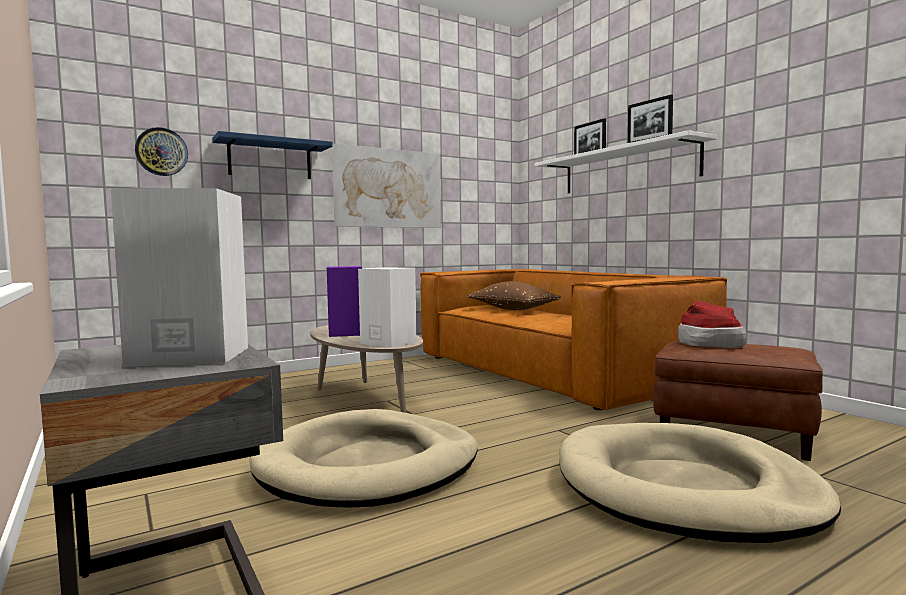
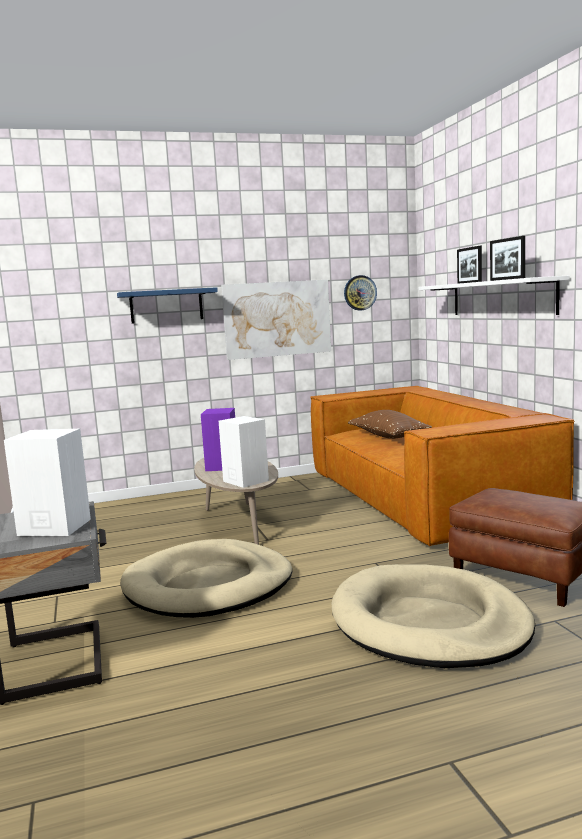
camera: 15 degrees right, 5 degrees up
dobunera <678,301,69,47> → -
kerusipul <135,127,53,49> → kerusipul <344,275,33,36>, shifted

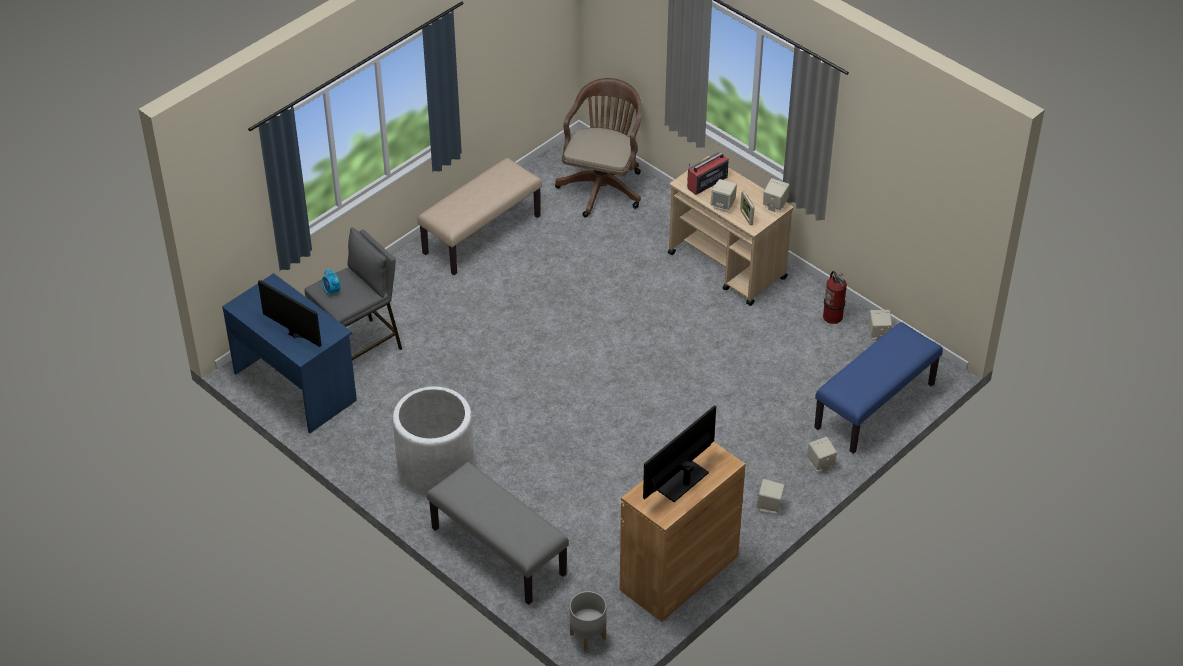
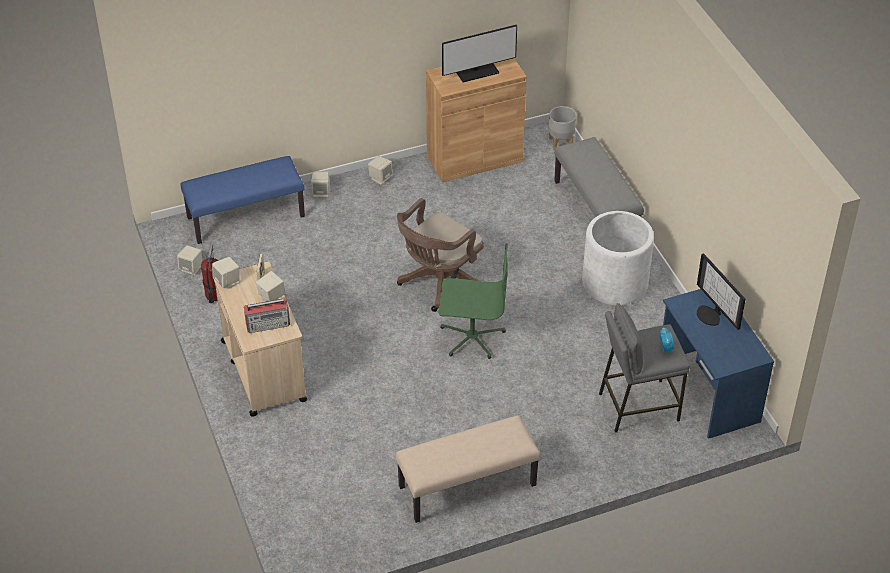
camera: 155 degrees left, 0 degrees up
- → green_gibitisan <439,244,69,115>
brown_gibitisan <555,78,87,139> → brown_gibitisan <397,198,87,114>, shifted

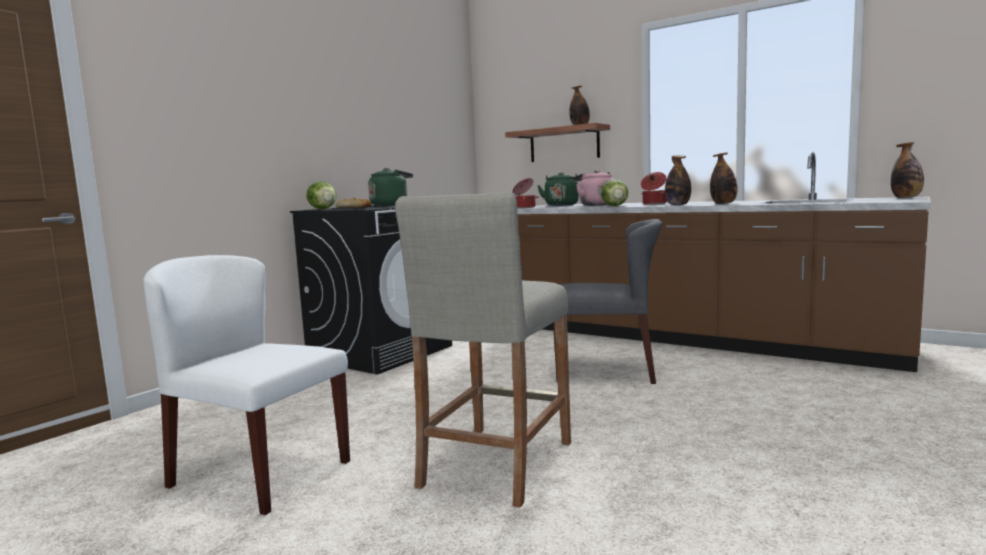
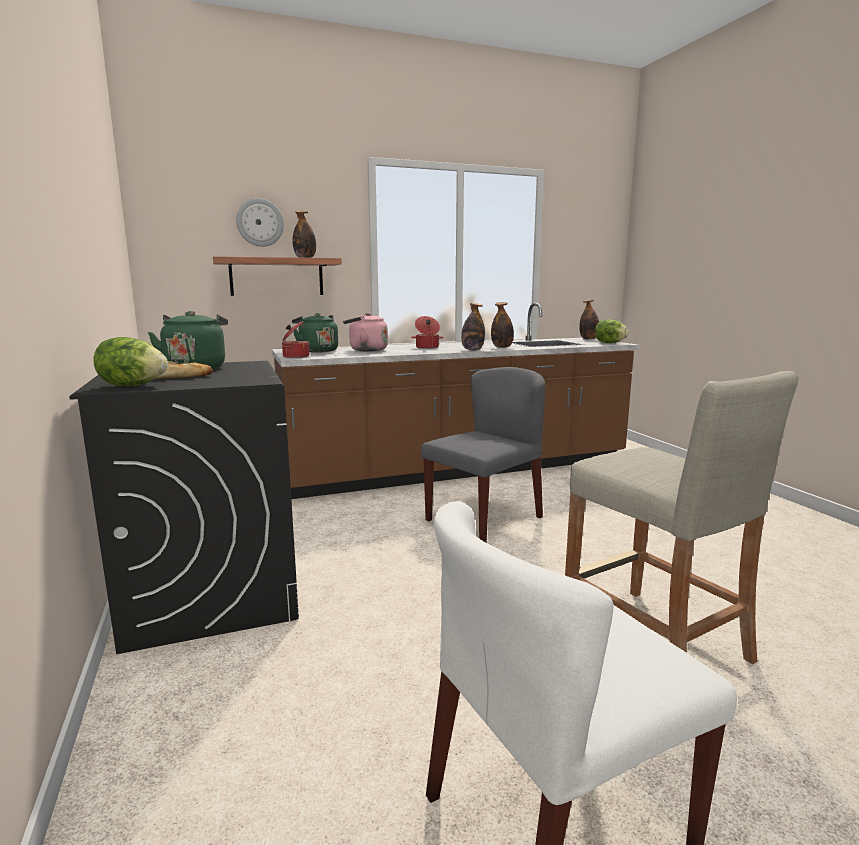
camera: 55 degrees left, 5 degrees up
- → kerusipul <236,198,48,49>
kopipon <601,180,27,26> → kopipon <595,319,34,24>, shifted

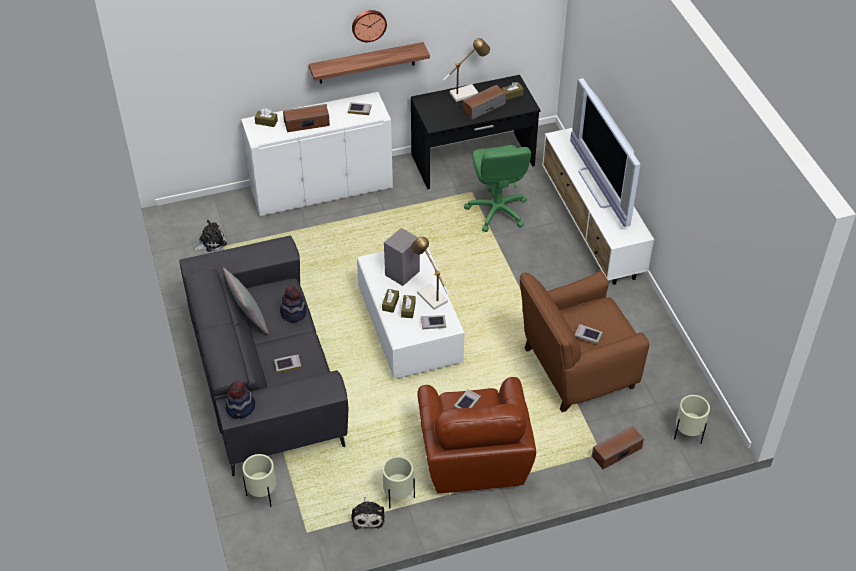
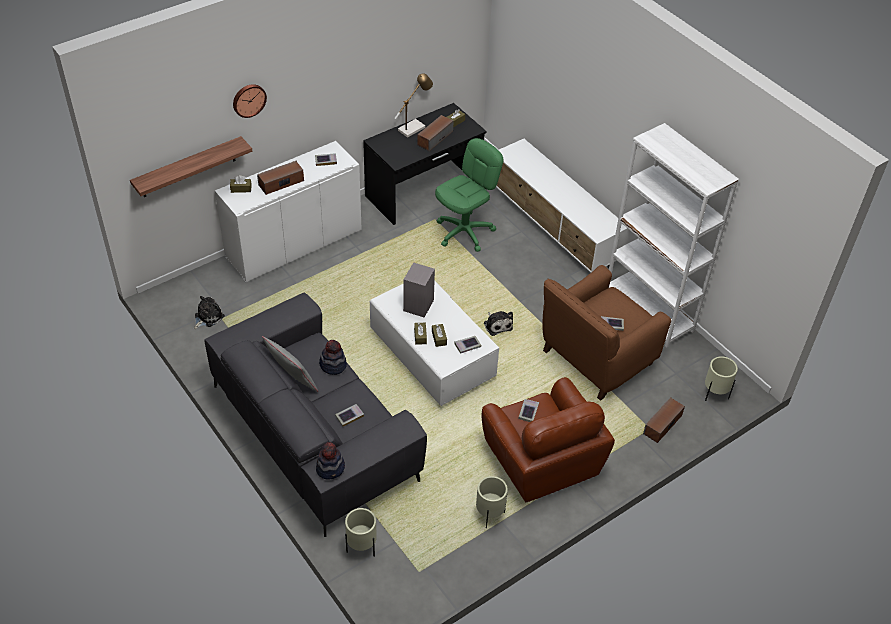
camera: 20 degrees left, 0 degrees up
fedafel <411,237,38,73> → -
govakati <570,78,70,149> → -
- → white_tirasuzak <609,123,130,225>
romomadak <309,42,121,42> → romomadak <130,136,122,61>, shifted
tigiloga <351,497,34,33> → tigiloga <484,311,29,25>, shifted
kerusipul <352,10,35,32> → kerusipul <233,84,34,34>, shifted
green_gibitisan <464,145,67,87> → green_gibitisan <435,138,68,114>, 105 degrees counterclockwise

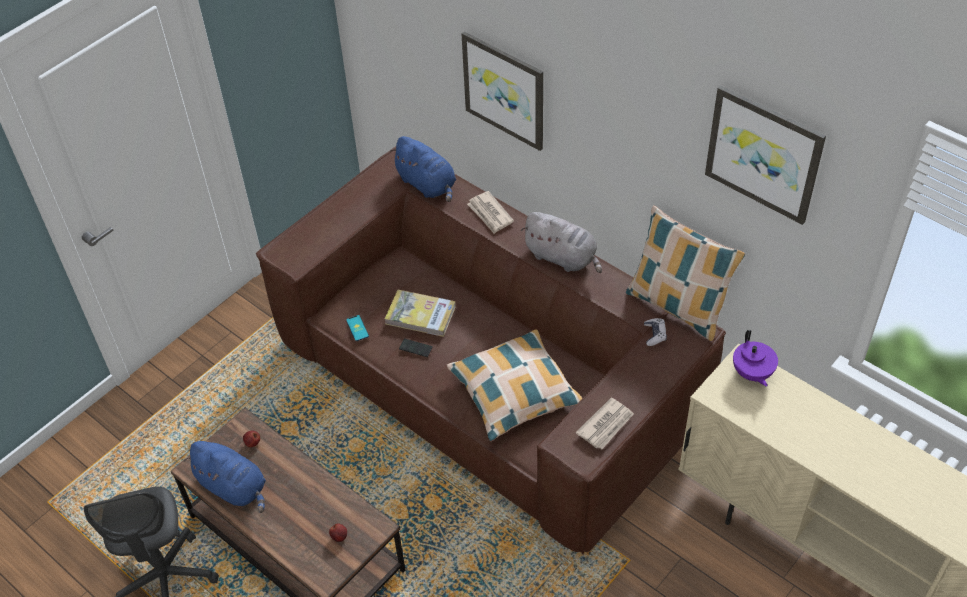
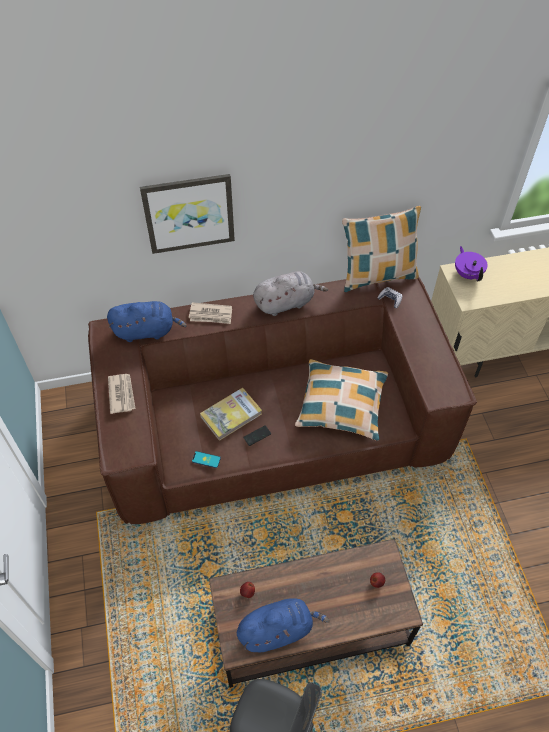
camera: 55 degrees left, 5 degrees up
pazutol <705,86,121,139> → -
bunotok <576,397,58,52> → bunotok <108,374,27,40>, shifted
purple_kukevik <733,330,45,57> → purple_kukevik <455,246,33,35>, 135 degrees counterclockwise

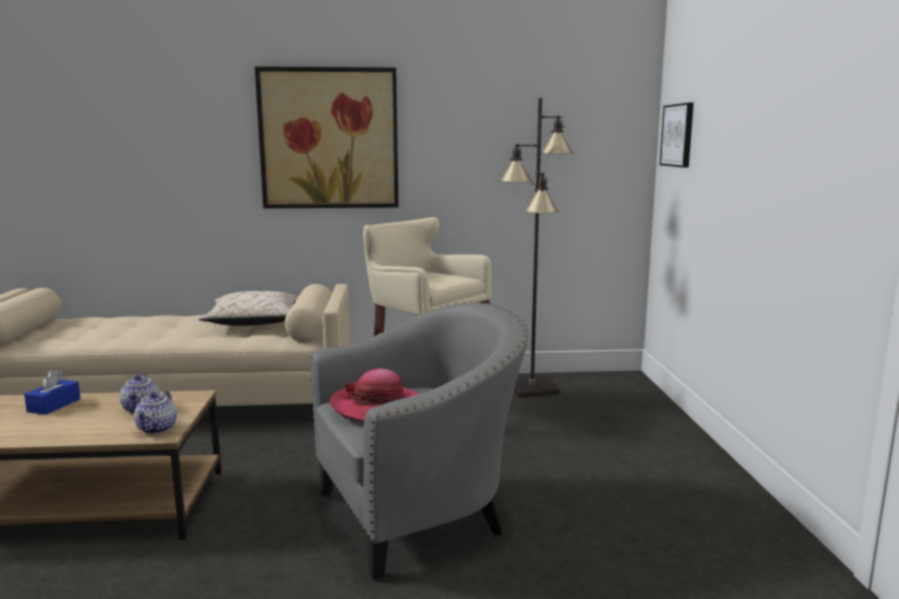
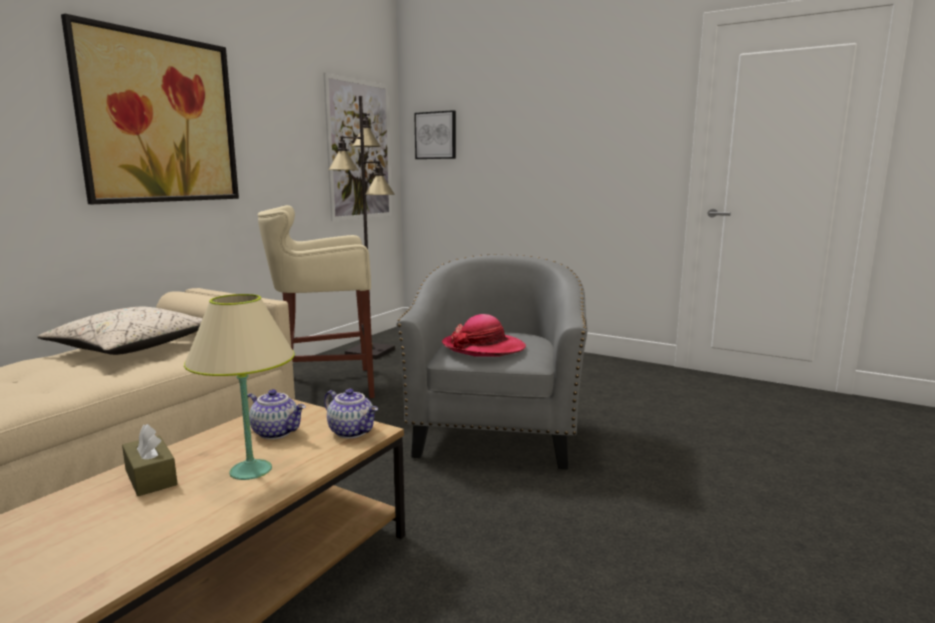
camera: 55 degrees left, 0 degrees up
- → beige_fedafel <184,294,111,186>
- → pazutol <323,73,69,148>
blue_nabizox <24,370,57,45> → brown_nabizox <122,424,55,72>

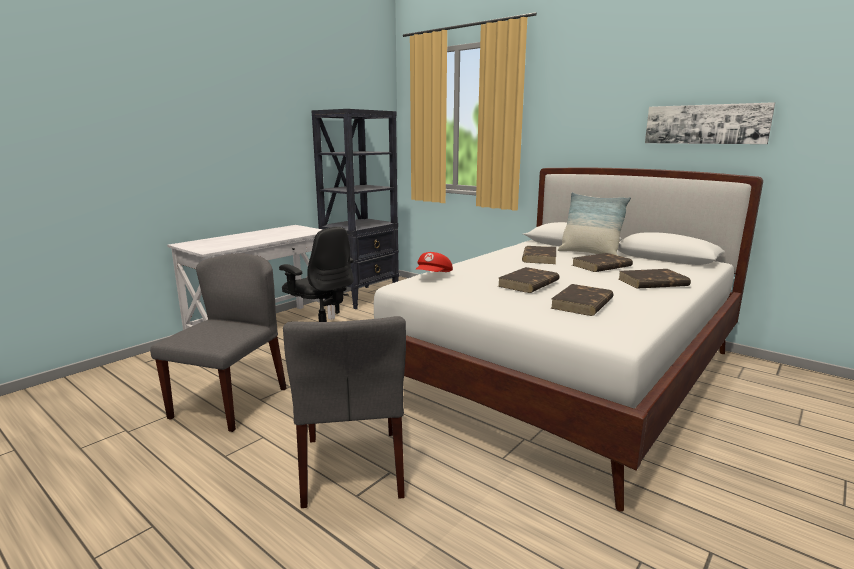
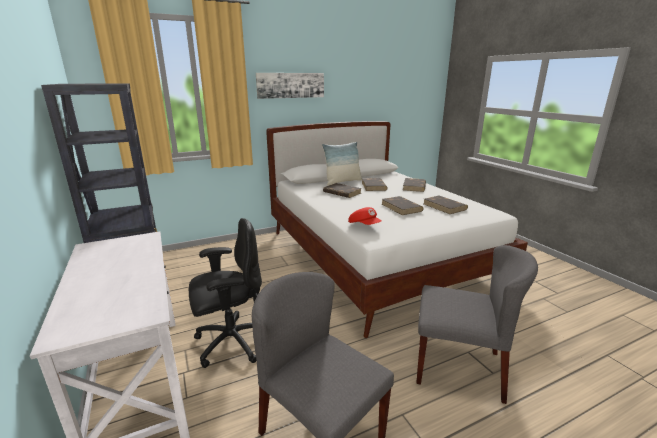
camera: 65 degrees left, 5 degrees up
pazutol <645,102,130,42> → pazutol <256,73,68,26>, shifted

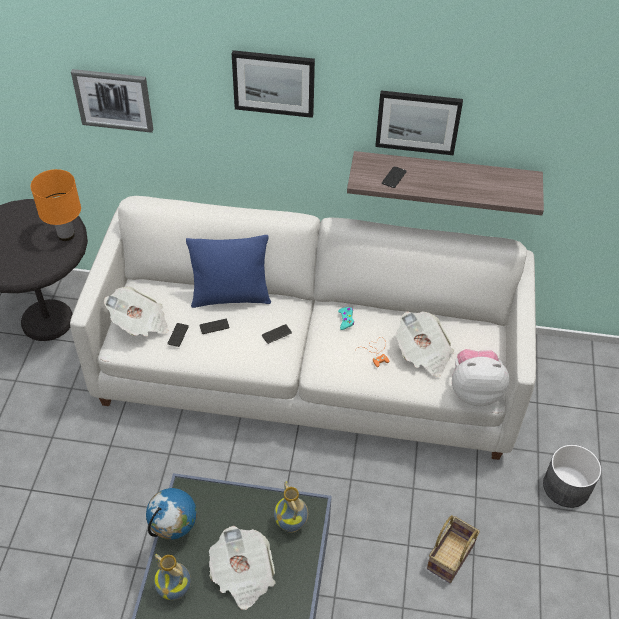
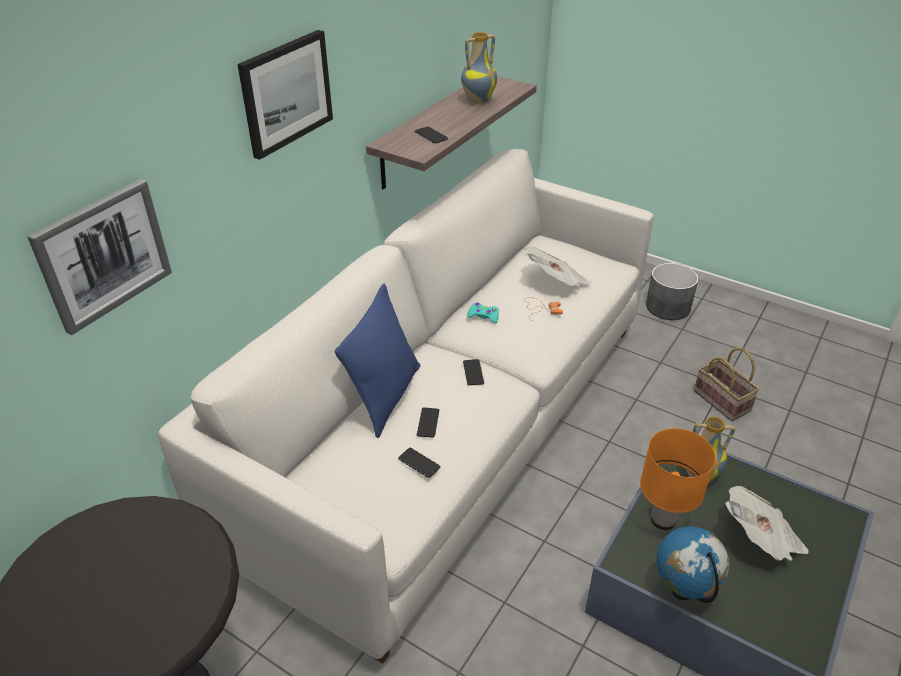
camera: 65 degrees left, 10 degrees down
bunotok <104,287,65,50> → -
pazutol <375,91,88,64> → -
tigiloga <452,349,58,57> → -
orange_fedafel <31,169,50,72> → orange_fedafel <640,428,76,102>, shifted
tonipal <154,554,37,46> → tonipal <461,32,36,72>, shifted

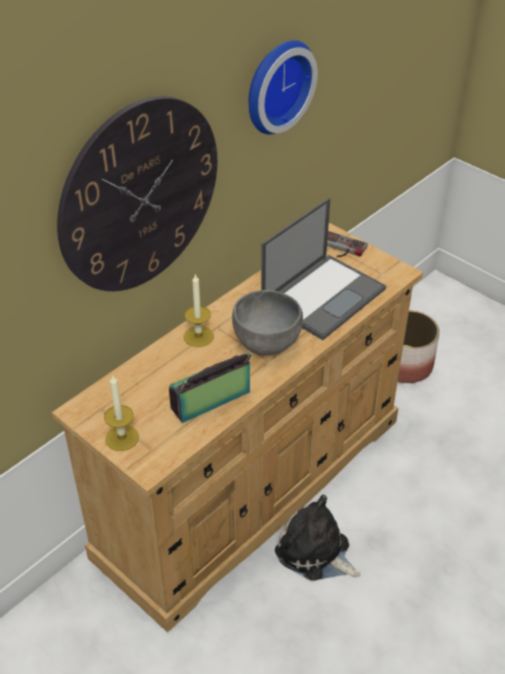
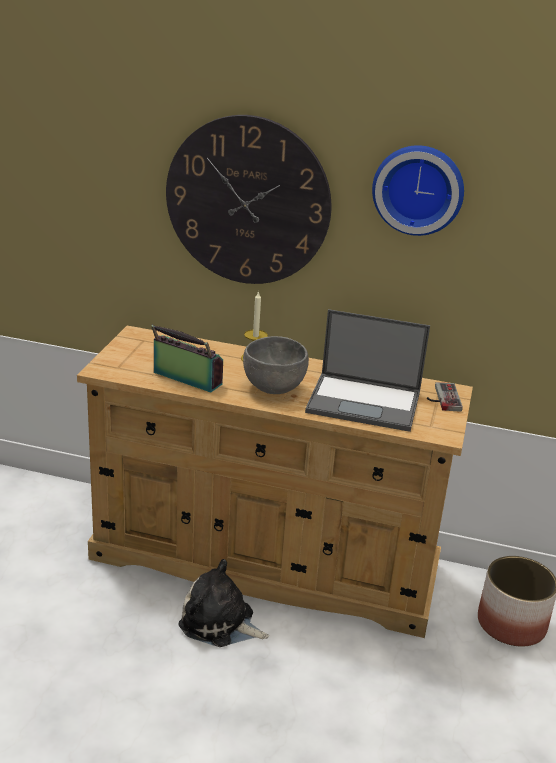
camera: 60 degrees right, 15 degrees down
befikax <104,374,35,77> → -
tigiloga <275,495,86,86> → tigiloga <179,559,90,88>, 75 degrees counterclockwise

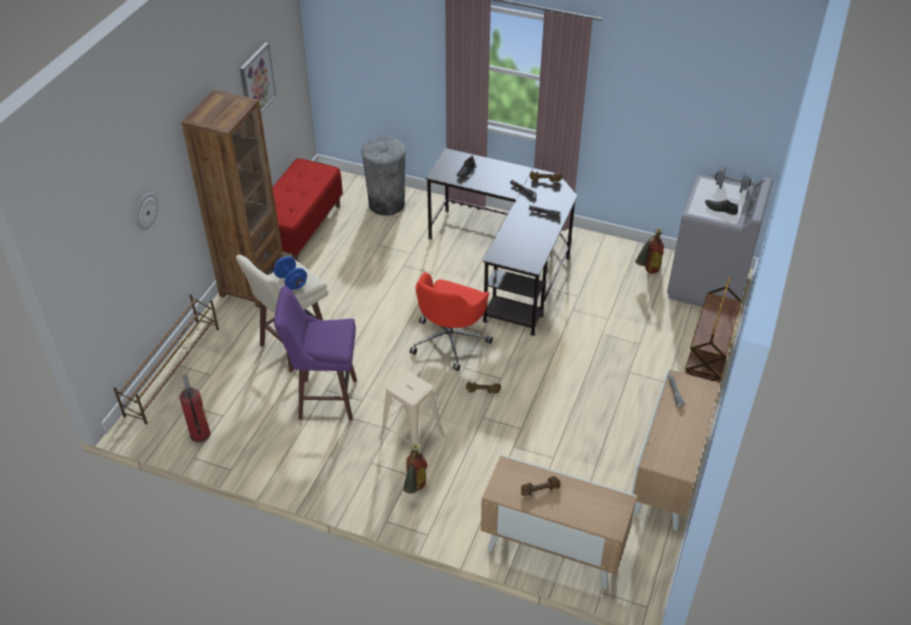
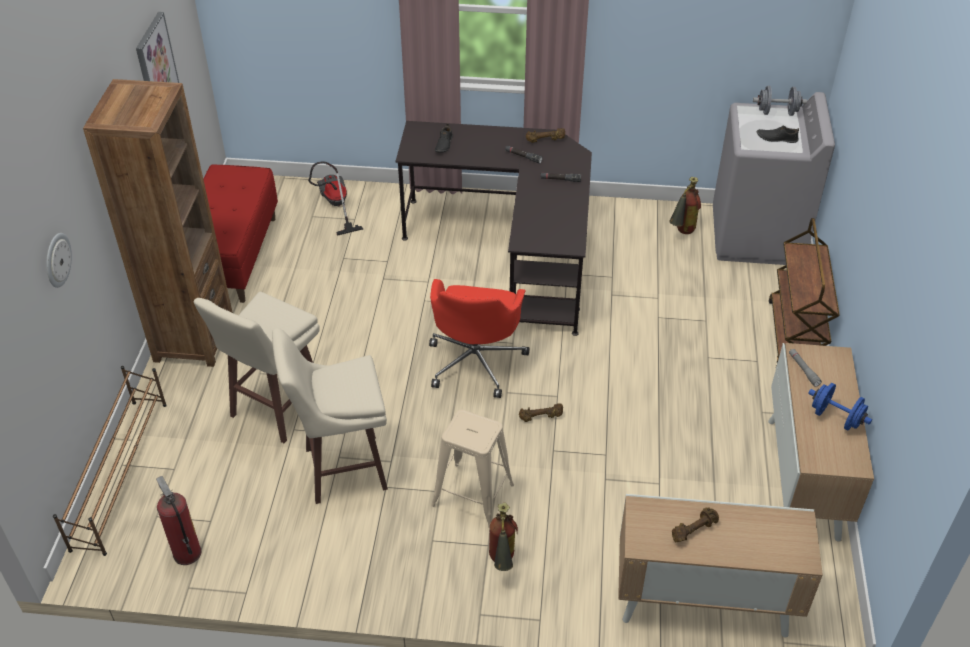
camera: 15 degrees left, 0 degrees up
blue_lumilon <273,256,34,34> → blue_lumilon <808,383,64,47>, shifted
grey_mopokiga <361,137,45,79> → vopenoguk <308,161,55,75>
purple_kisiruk <274,286,83,134> → beige_kisiruk <272,328,116,176>

